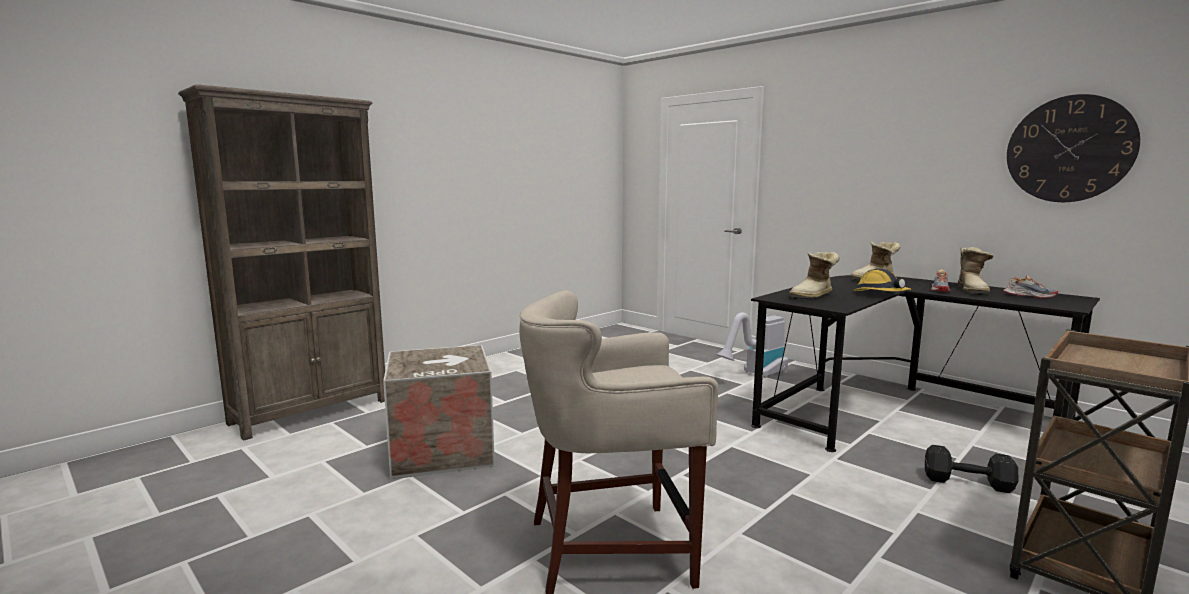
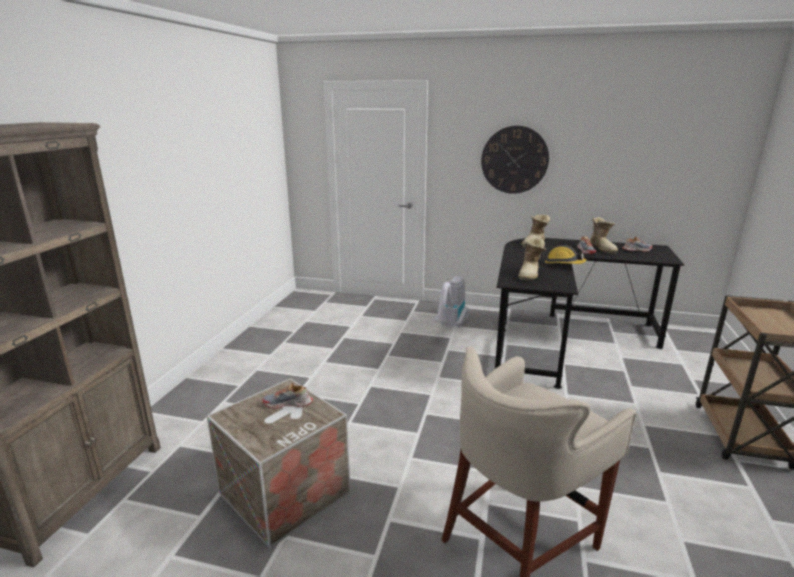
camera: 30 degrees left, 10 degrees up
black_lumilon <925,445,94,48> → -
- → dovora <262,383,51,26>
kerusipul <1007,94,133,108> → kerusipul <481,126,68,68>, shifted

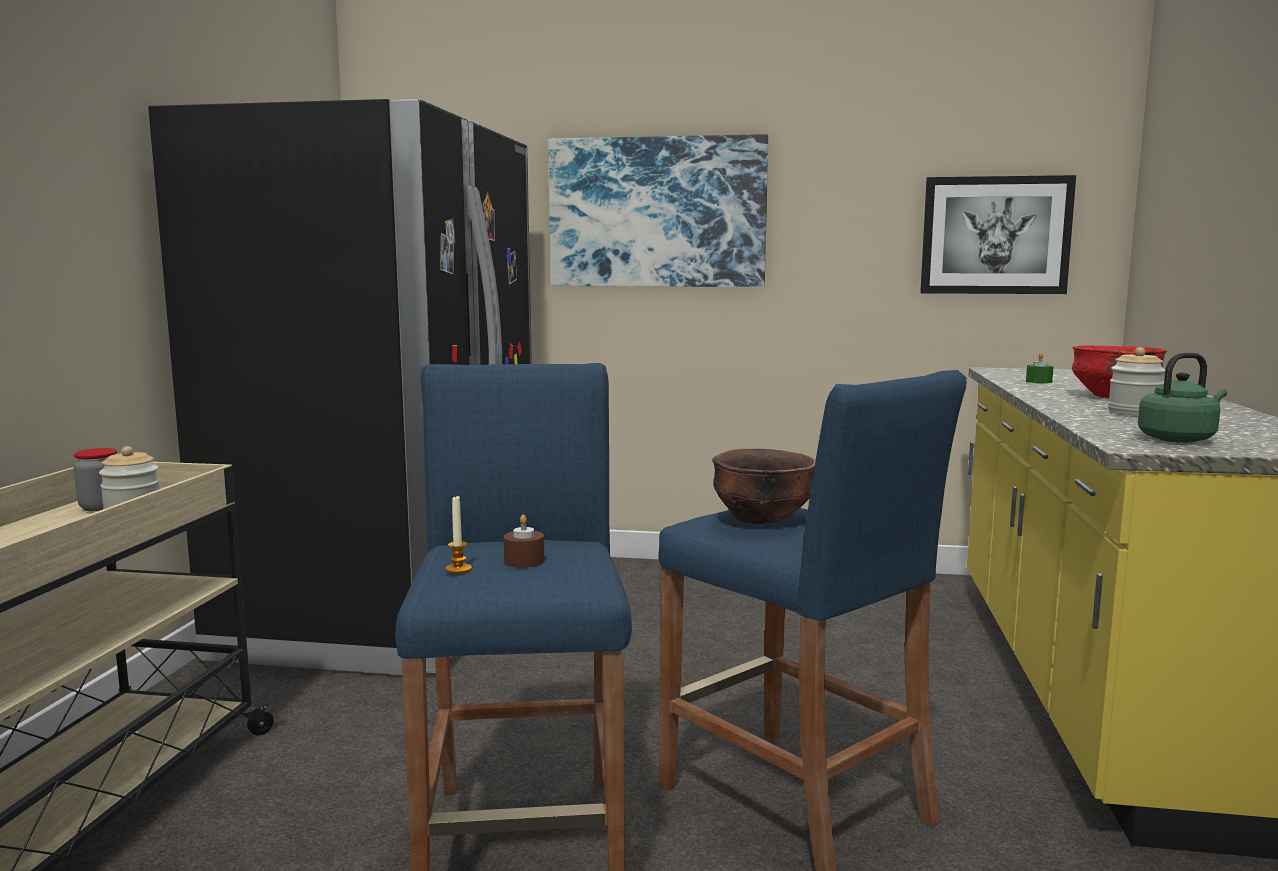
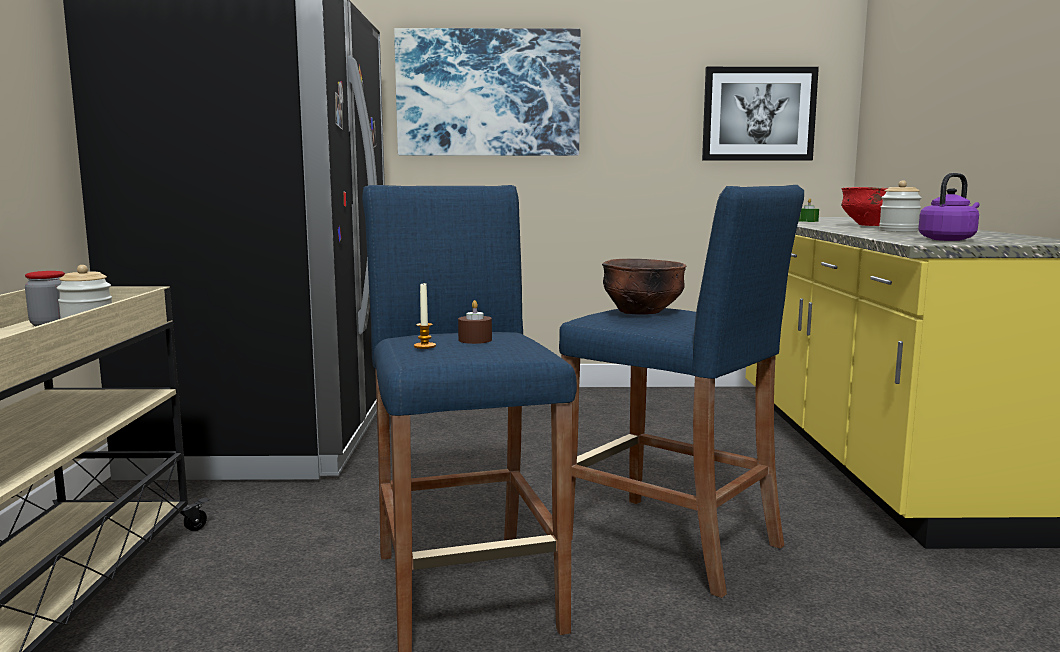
camera: 10 degrees left, 0 degrees up
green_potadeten <1138,353,89,90> → purple_potadeten <918,173,62,68>

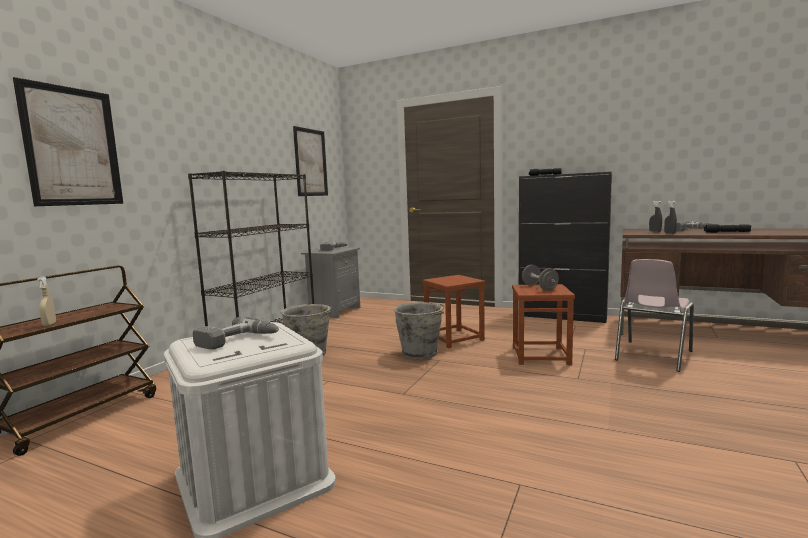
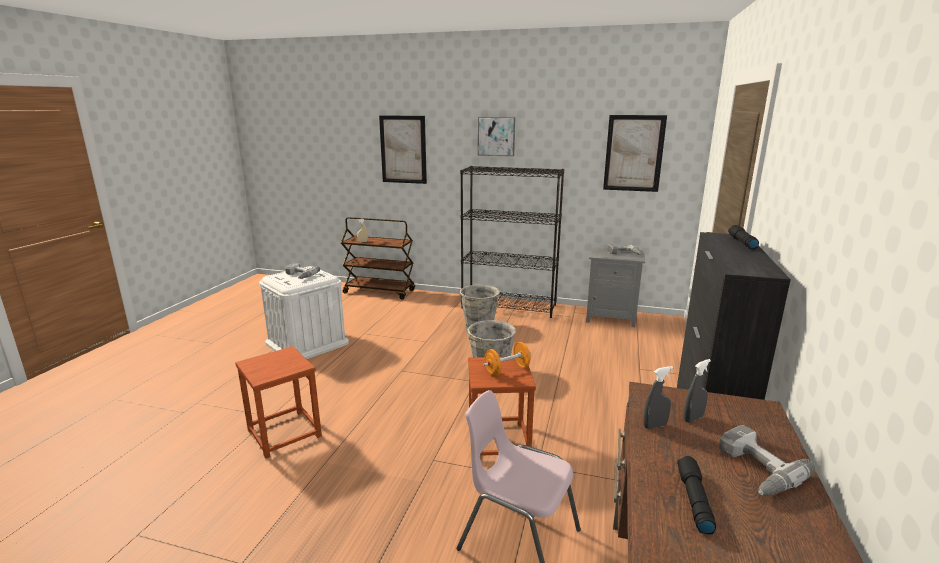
camera: 80 degrees right, 10 degrees up
- → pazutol <478,117,37,39>
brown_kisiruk <422,275,63,74> → brown_kisiruk <235,346,87,113>, shifted
grey_lumilon <522,265,37,26> → orange_lumilon <483,342,48,34>

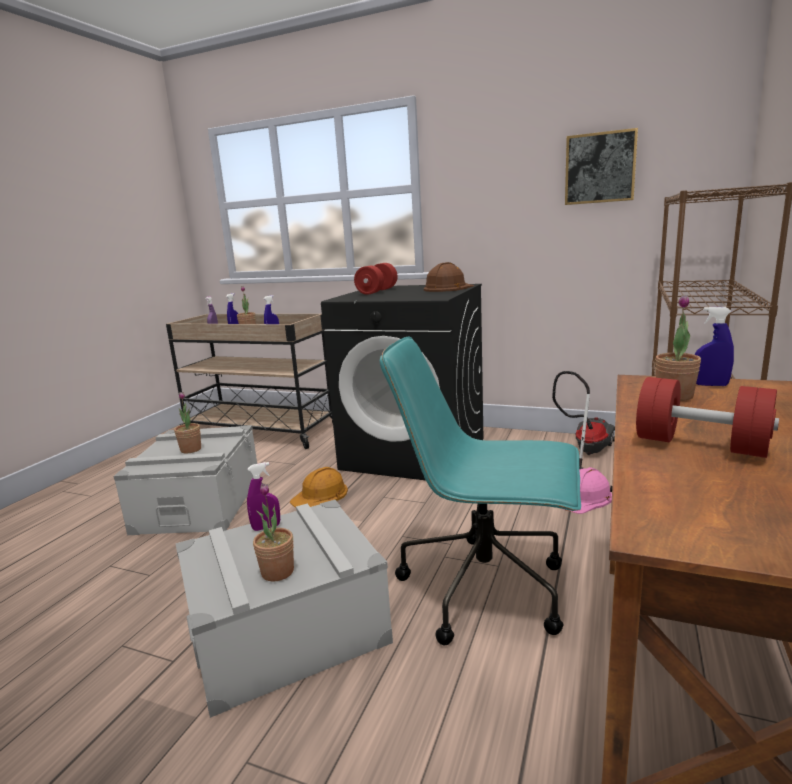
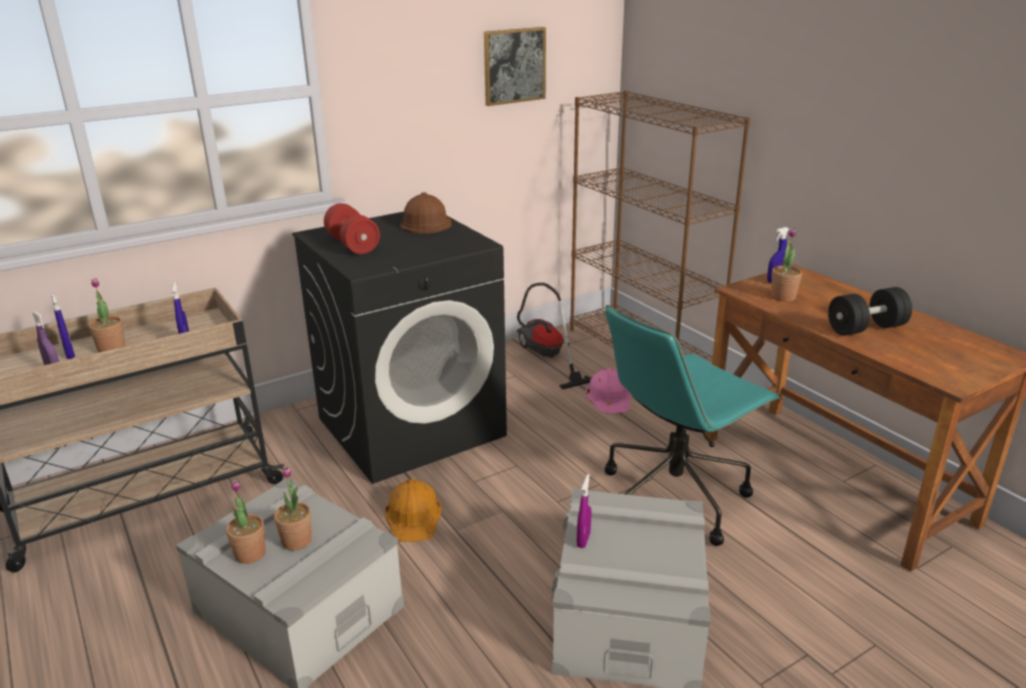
camera: 55 degrees left, 10 degrees up
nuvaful <253,483,41,99> → nuvaful <226,480,40,84>, shifted
red_lumilon <636,377,143,81> → black_lumilon <828,287,84,49>

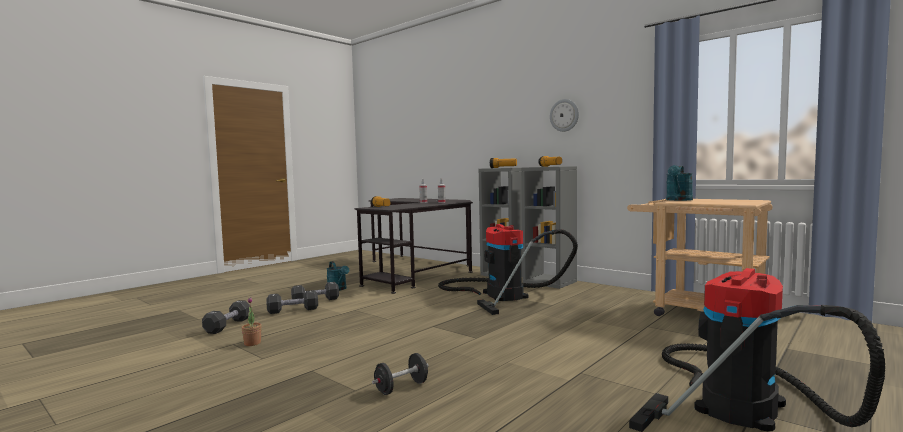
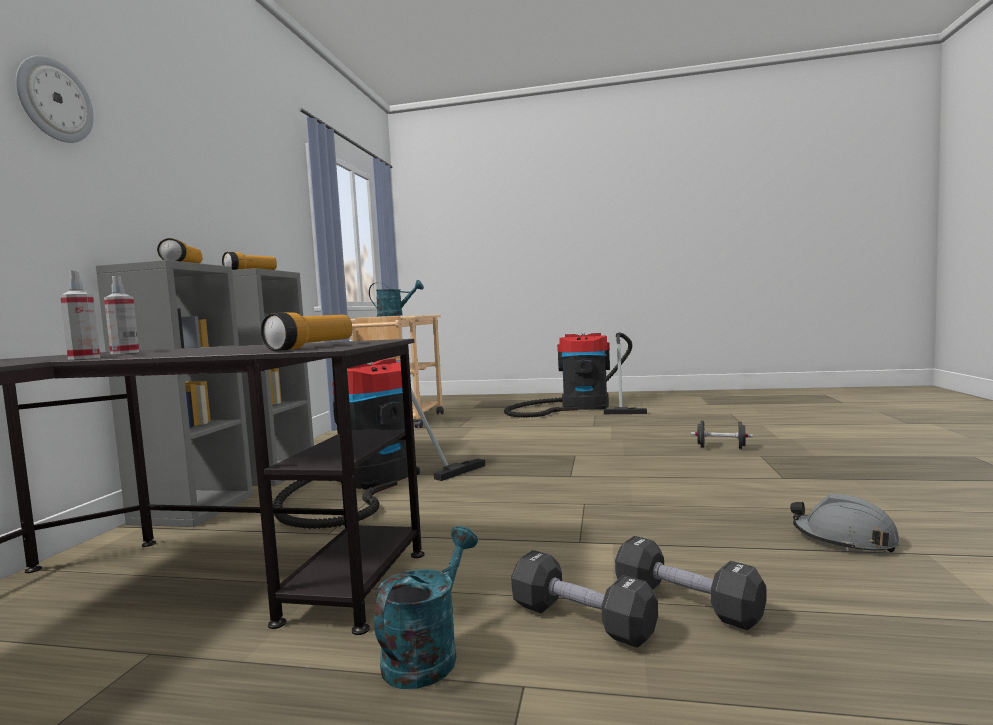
camera: 120 degrees left, 0 degrees up
black_lumilon <202,300,48,34> → -
kerusipul <550,99,29,33> → kerusipul <16,55,78,88>, shifted
nuvaful <242,298,20,48> → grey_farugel <790,494,110,59>

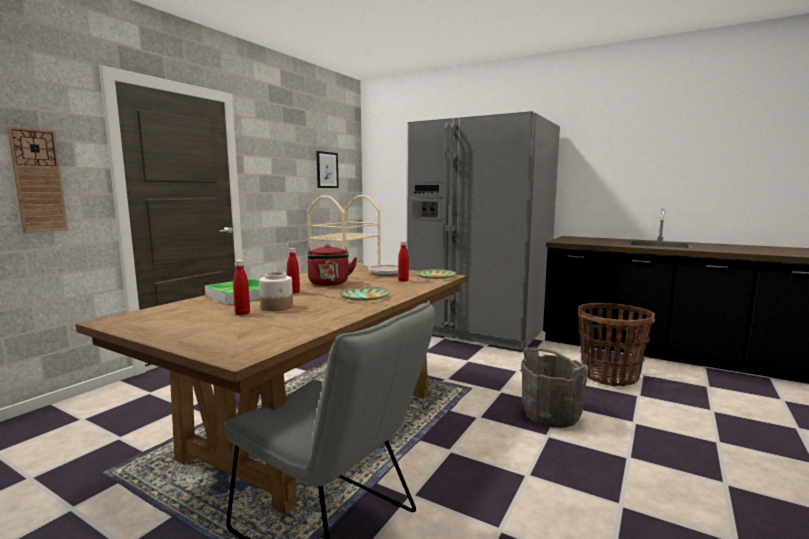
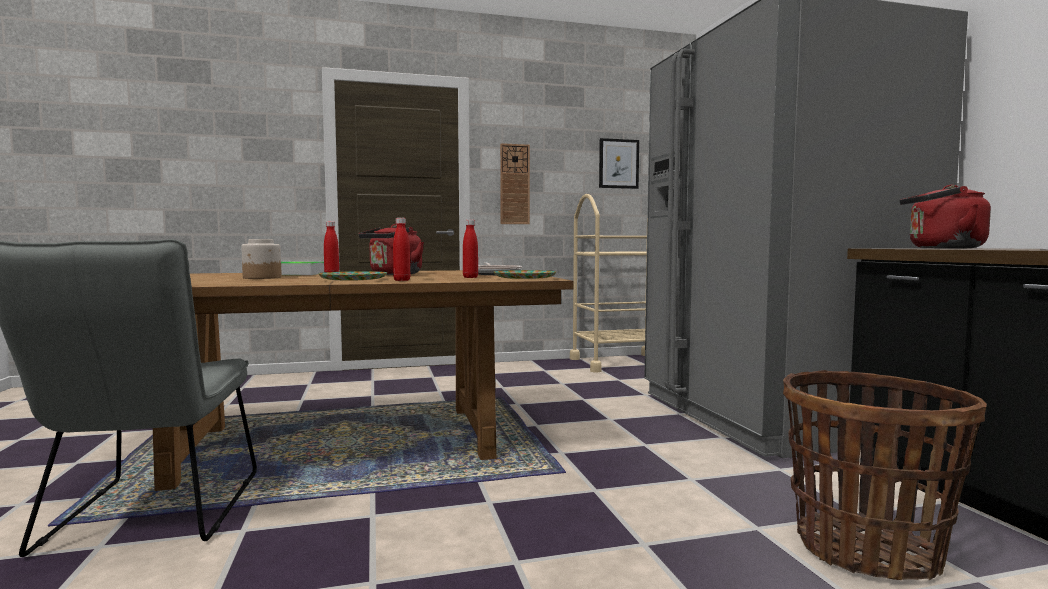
camera: 45 degrees right, 5 degrees down
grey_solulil <521,347,68,81> → -
- → red_potadeten <900,185,91,64>
kerusipul <7,126,61,107> → kerusipul <500,143,30,81>, shifted
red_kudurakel <233,260,17,55> → red_kudurakel <393,218,17,63>, shifted

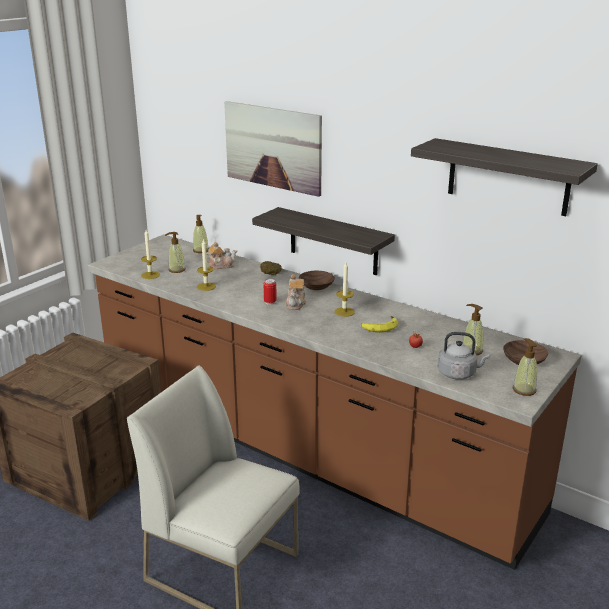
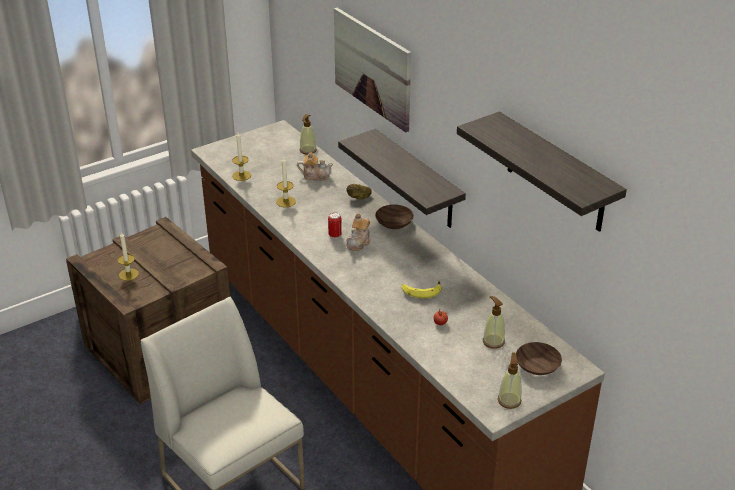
camera: 20 degrees right, 10 degrees up
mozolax <165,232,21,41> → -
grey_potadeten <438,332,52,48> → -
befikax <334,262,21,55> → befikax <118,231,21,50>, shifted

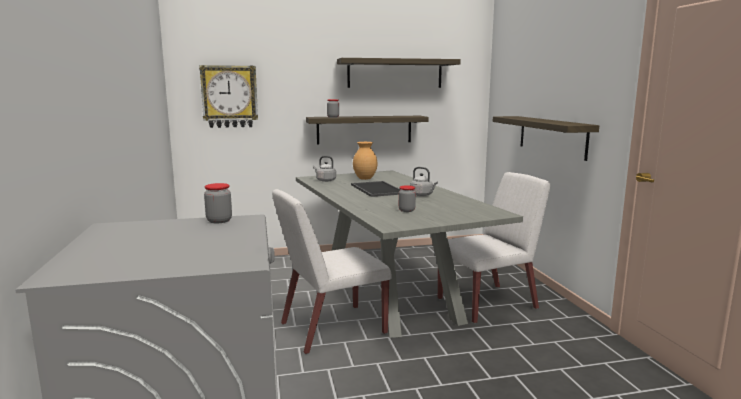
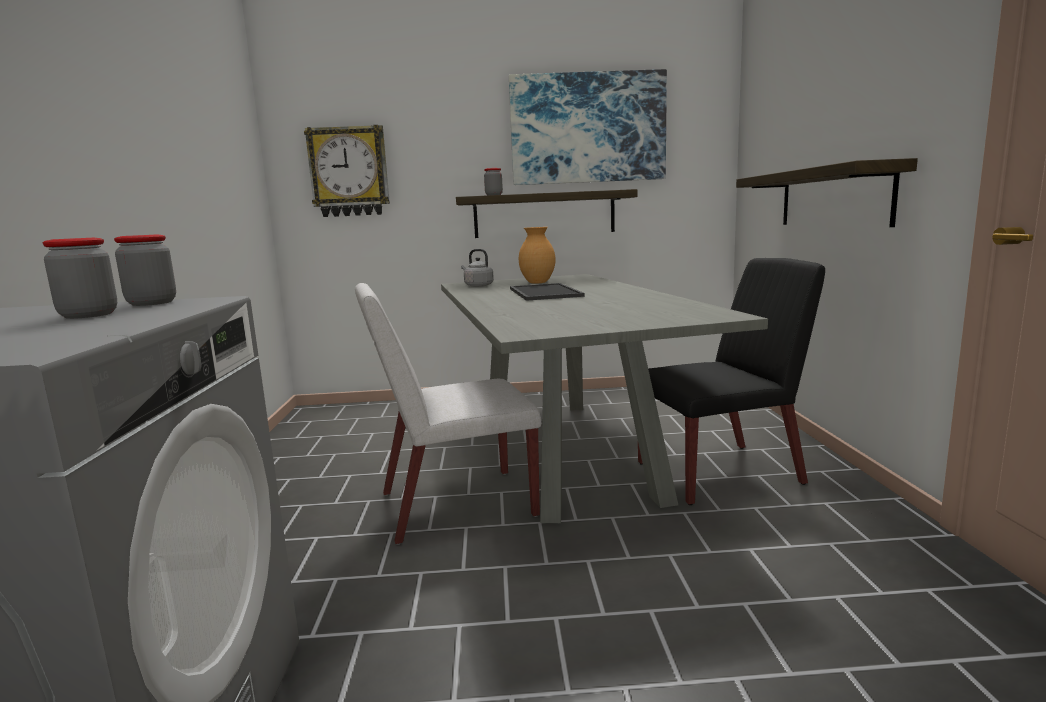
camera: 10 degrees right, 0 degrees up
grey_potadeten <410,167,28,29> → -
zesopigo <399,185,17,27> → zesopigo <42,238,75,81>, shifted
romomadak <337,58,124,30> → pazutol <509,69,158,116>
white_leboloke <438,172,112,152> → black_leboloke <638,258,187,247>

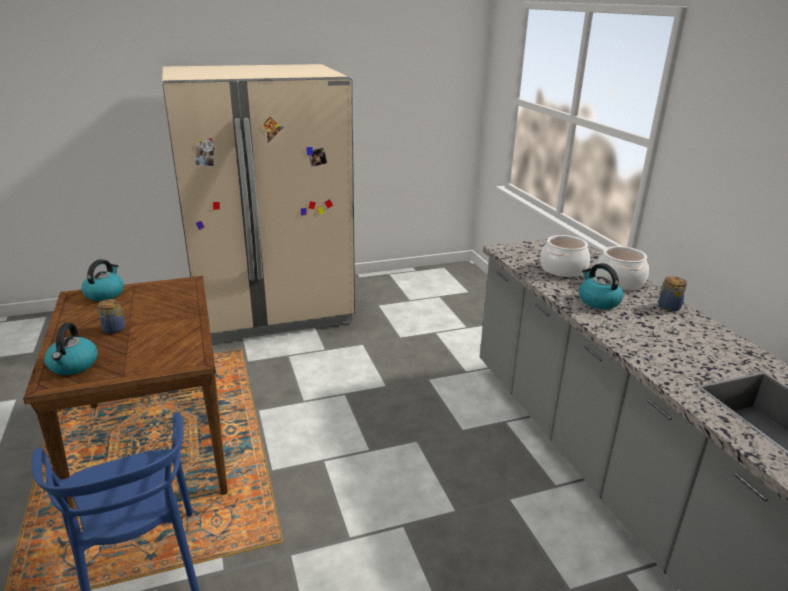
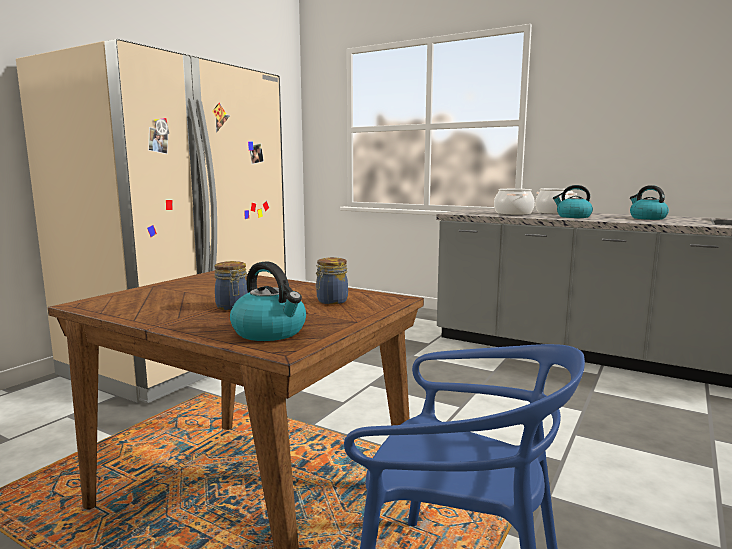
camera: 40 degrees left, 15 degrees down
potadeten <82,259,42,42> → potadeten <630,185,39,35>, shifted
zesopigo <658,276,29,35> → zesopigo <316,257,32,47>, shifted

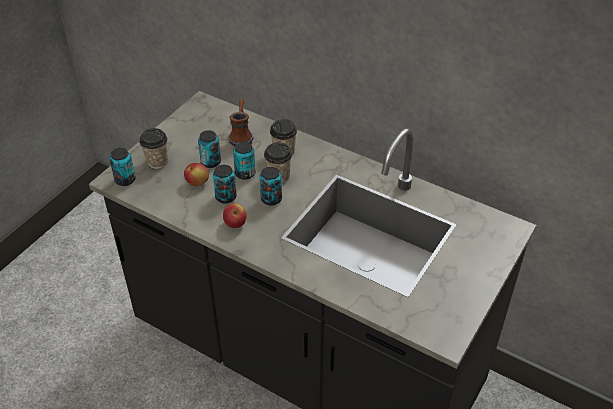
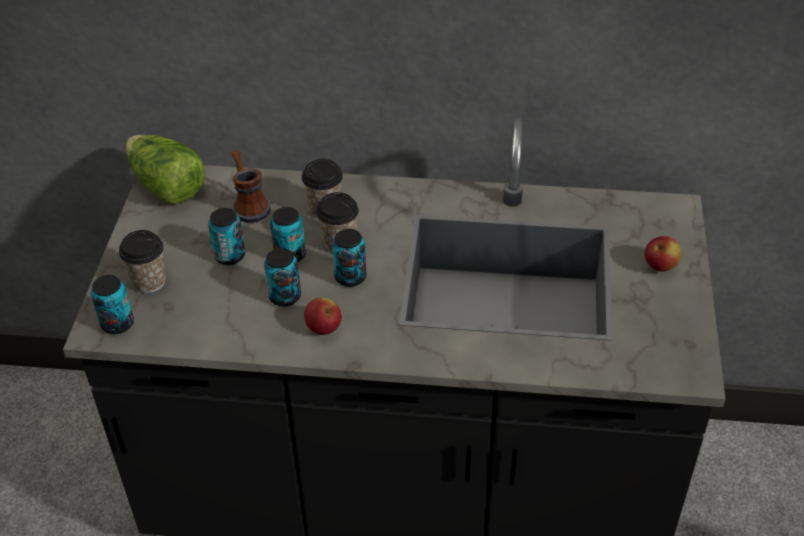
camera: 25 degrees left, 0 degrees up
- → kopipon <126,135,79,69>
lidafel <184,163,25,23> → lidafel <645,236,37,36>, shifted

